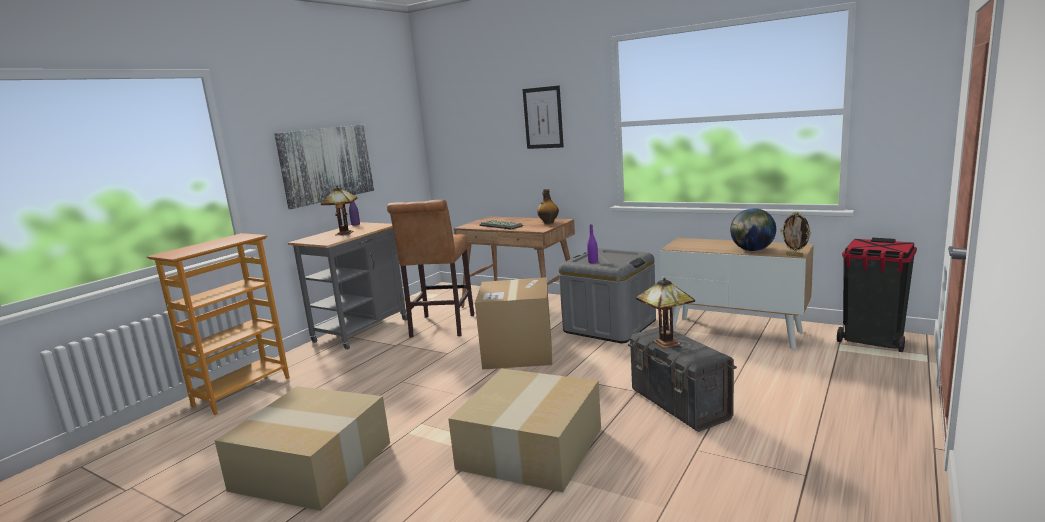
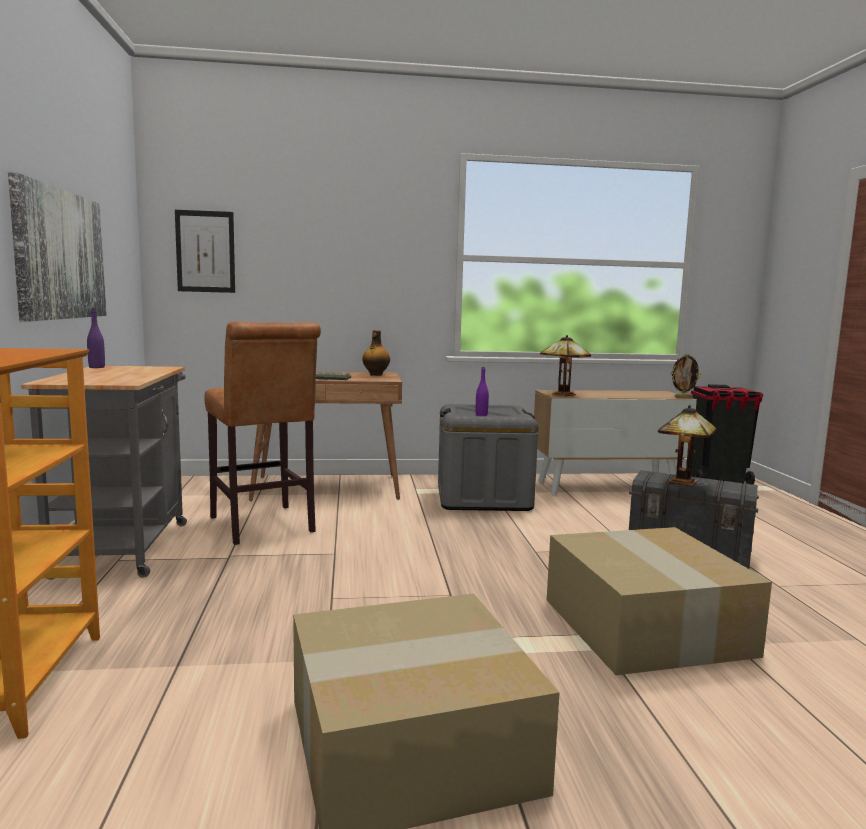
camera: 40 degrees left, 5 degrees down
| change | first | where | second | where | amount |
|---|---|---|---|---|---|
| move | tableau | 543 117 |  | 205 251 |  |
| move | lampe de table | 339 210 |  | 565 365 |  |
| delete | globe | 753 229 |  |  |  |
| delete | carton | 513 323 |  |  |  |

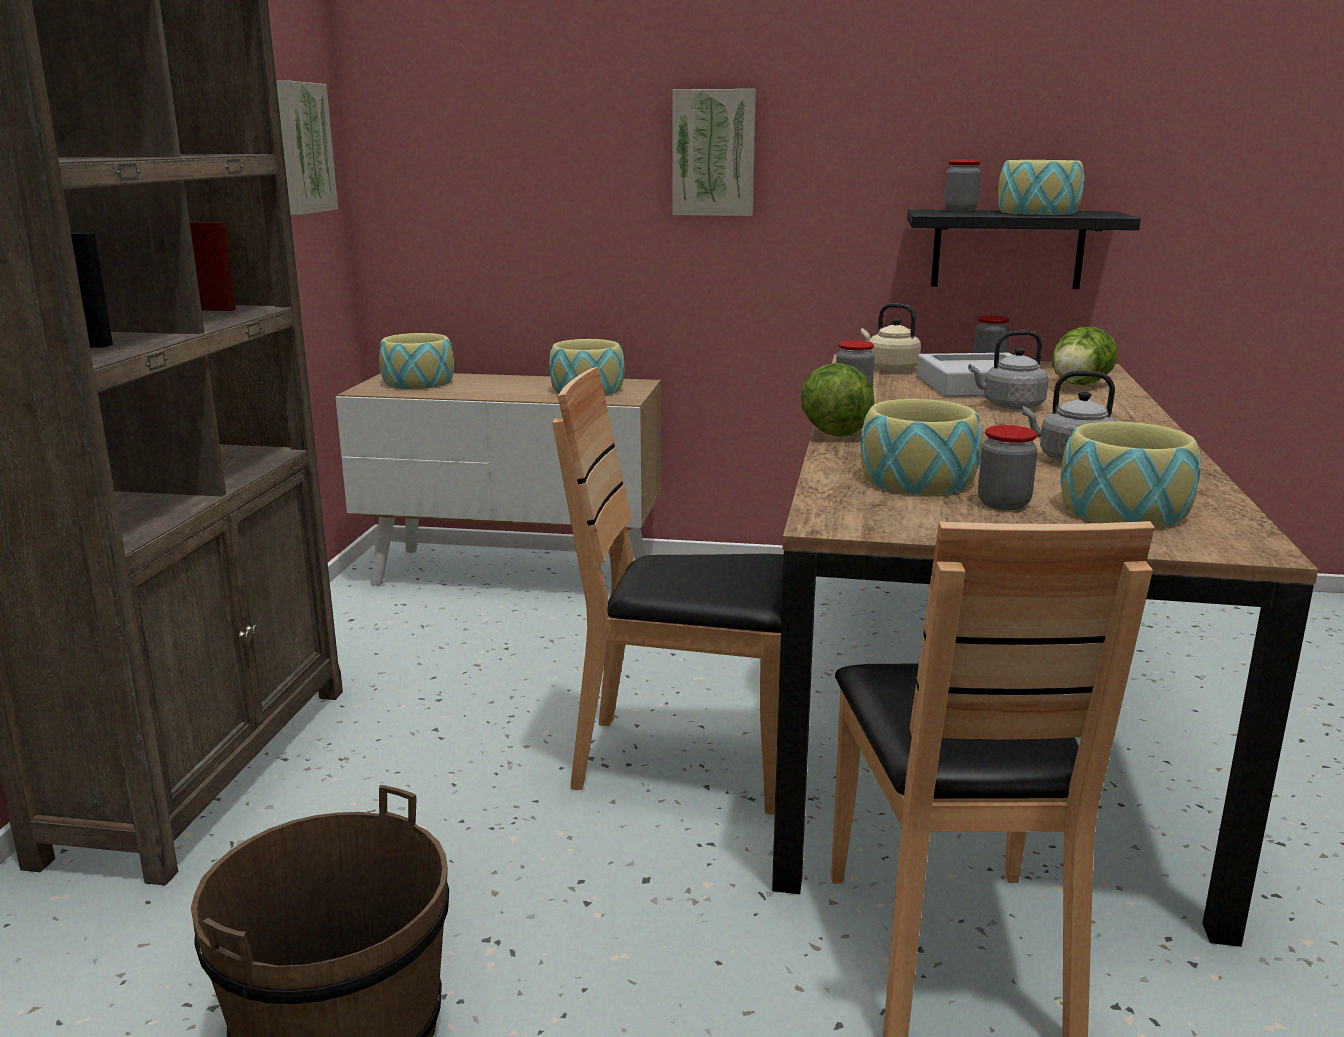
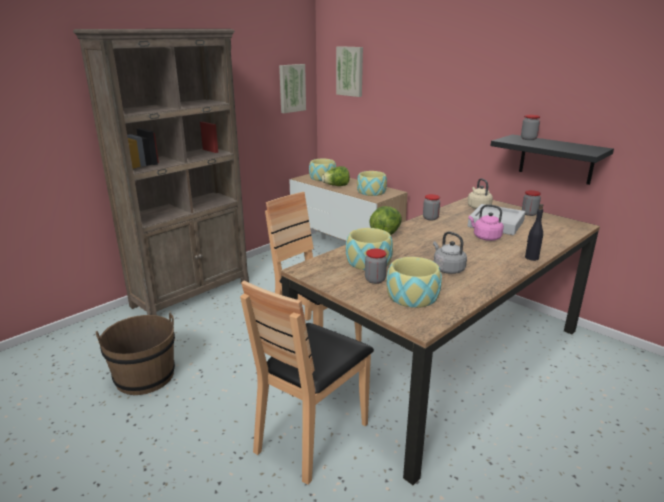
camera: 35 degrees right, 5 degrees up
| change | first | where | second | where | amount |
|---|---|---|---|---|---|
| move | tableau | 714 152 |  | 349 71 |  |
| delete | bol | 1041 187 |  |  |  |
| move | laitue | 1084 356 |  | 335 176 |  |
| recolor | bouilloire/gris | 1008 370 | bouilloire/rose | 486 222 |  |
| insert |  |  | bouteille/noir | 534 232 |  |

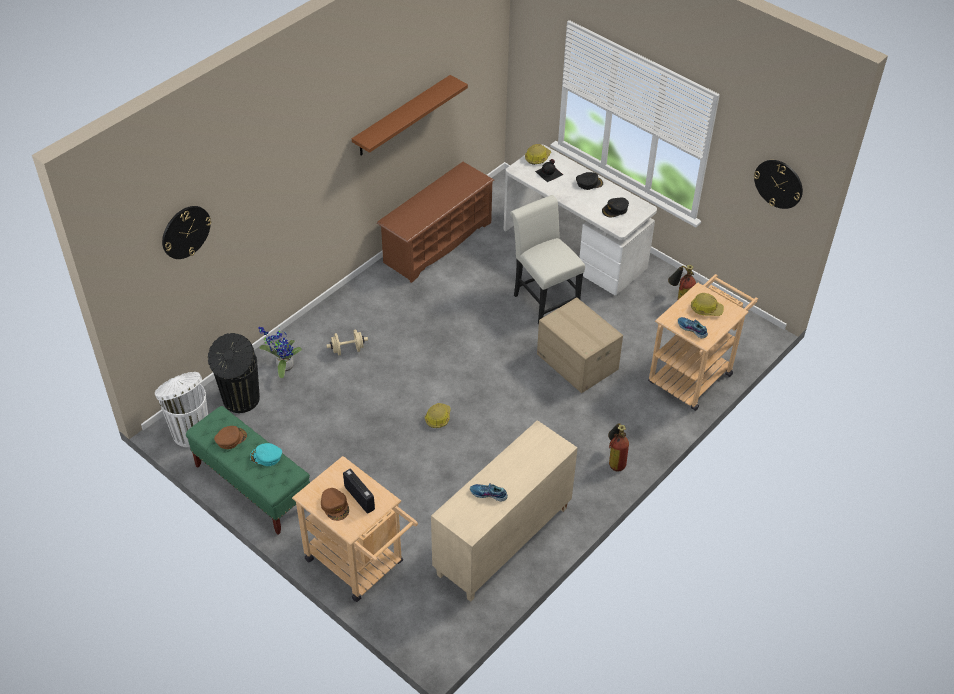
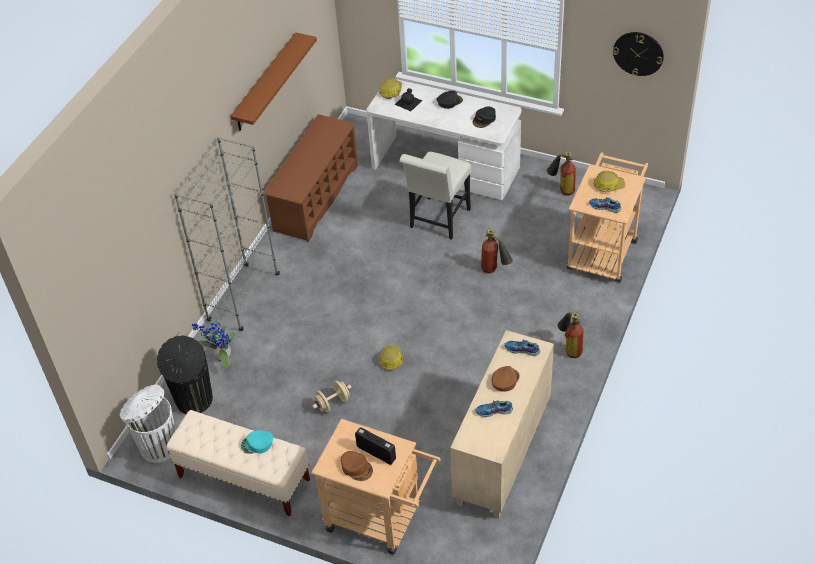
camera: 15 degrees left, 0 degrees up
| change | first | where | second | where | amount |
|---|---|---|---|---|---|
| rotate | chaise/blanc | 547 259 |  | 435 196 | 105 degrees counterclockwise |
| delete | horloge murale | 186 232 |  |  |  |
| replace | carton | 580 345 | extincteur | 497 251 |  |
| move | haltère/beige | 347 342 |  | 332 397 |  |
| recolor | banc/vert | 248 470 | banc/beige | 238 463 |  |
| move | casquette/marron | 230 437 |  | 506 379 |  |
| insert |  |  | bibliothèque/gris | 227 234 |  |
| insert |  |  | chaussure | 522 347 |  |

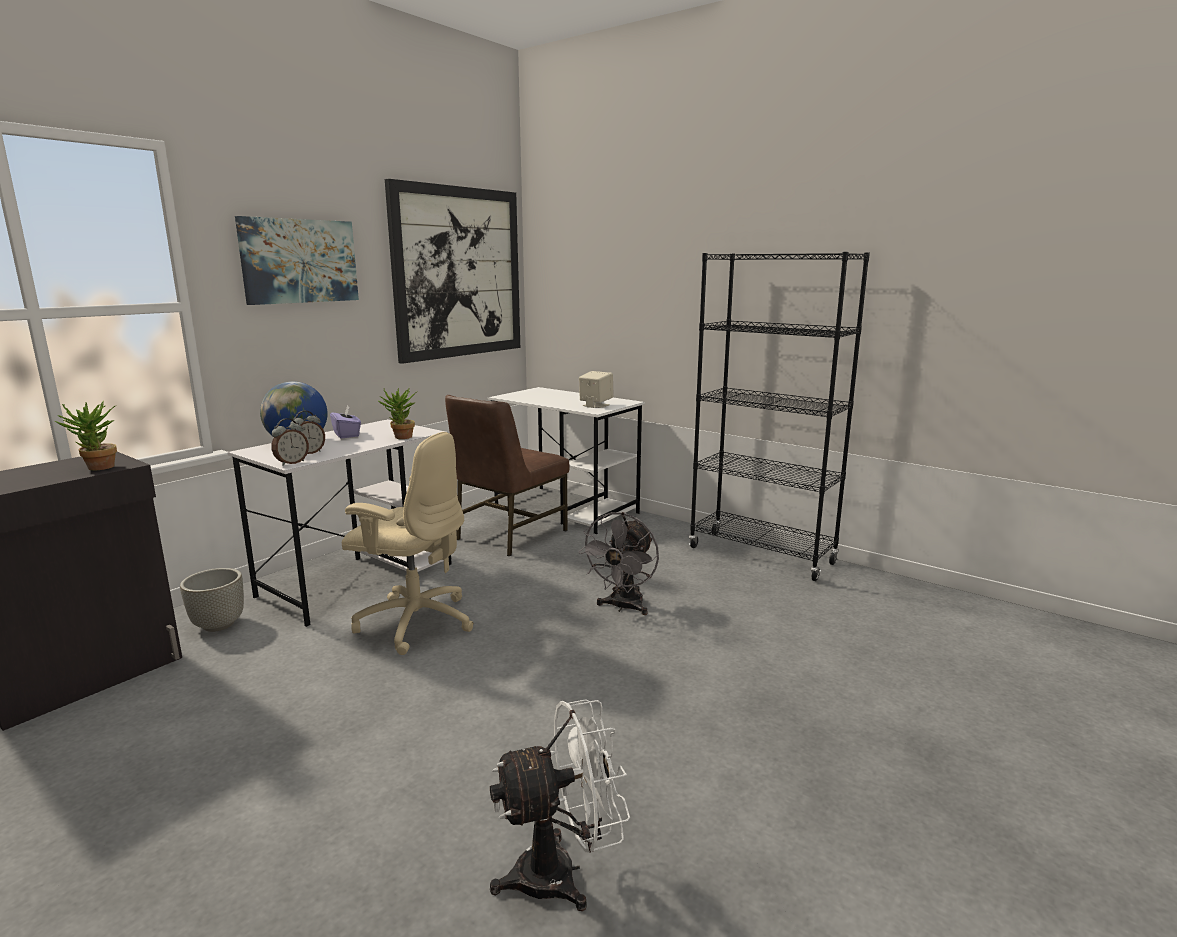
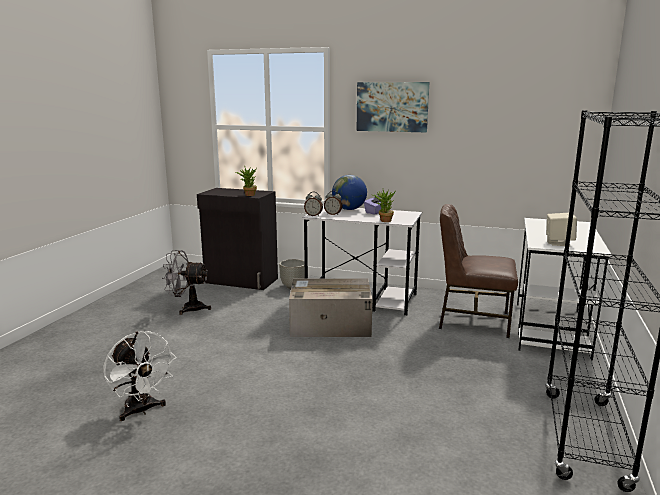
camera: 70 degrees right, 0 degrees up
| change | first | where | second | where | amount |
|---|---|---|---|---|---|
| delete | tableau | 452 271 |  |  |  |
| replace | chaise de bureau/beige | 408 543 | carton | 330 307 |  |
| move | ventilateur/gris | 619 563 |  | 186 282 |  |

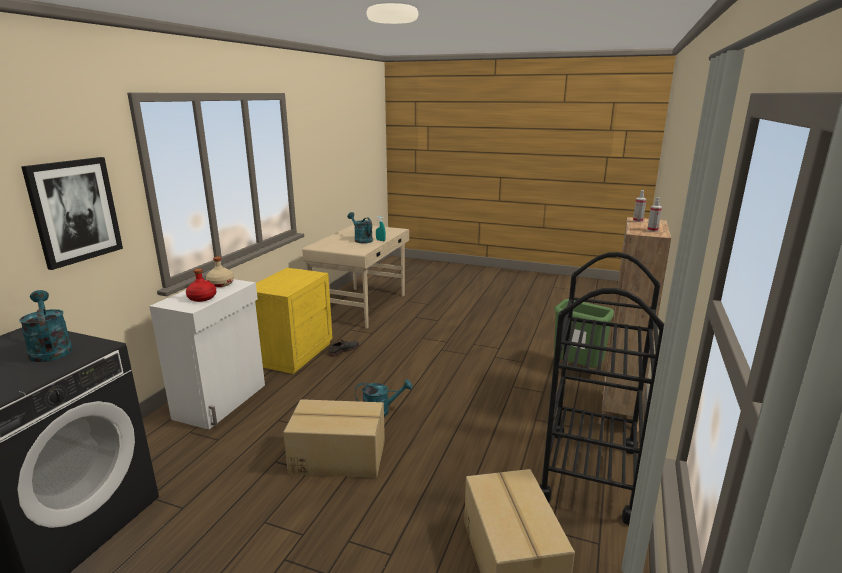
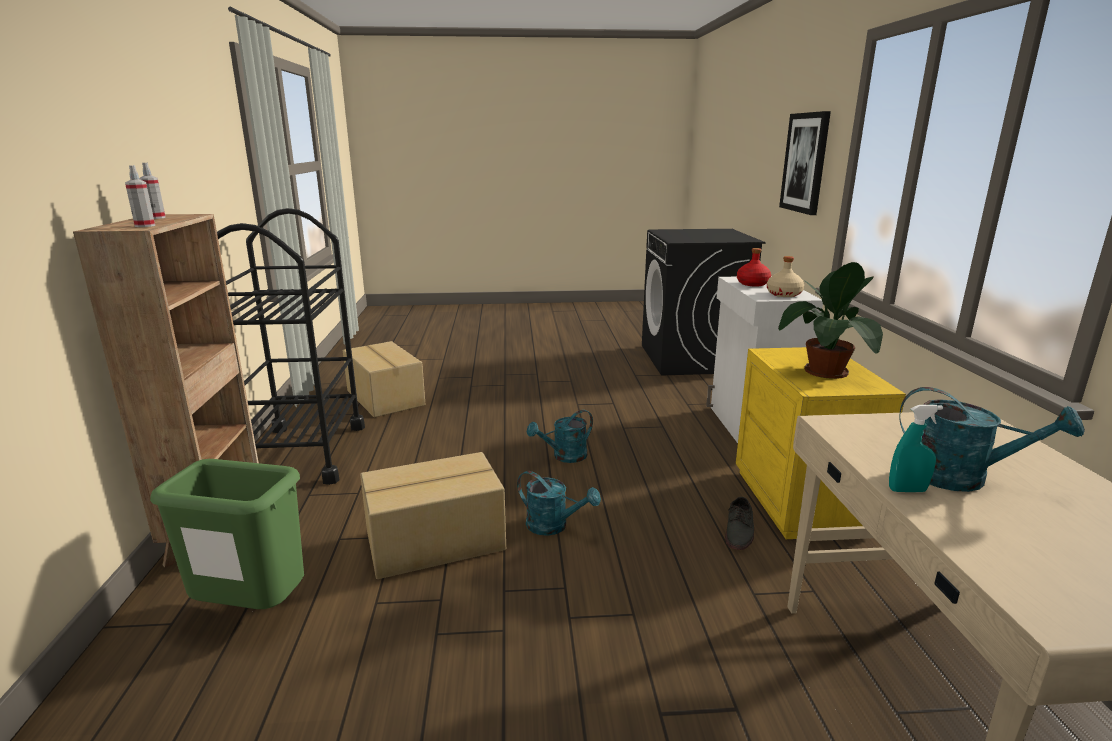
camera: 155 degrees right, 0 degrees up
| change | first | where | second | where | amount |
|---|---|---|---|---|---|
| move | arrosoir/turquoise | 46 326 |  | 559 503 |  |
| move | carton | 334 438 |  | 433 515 |  |
| insert |  |  | plante en pot | 830 320 |  |

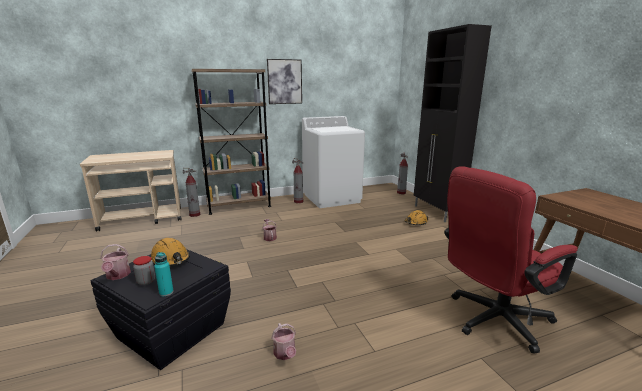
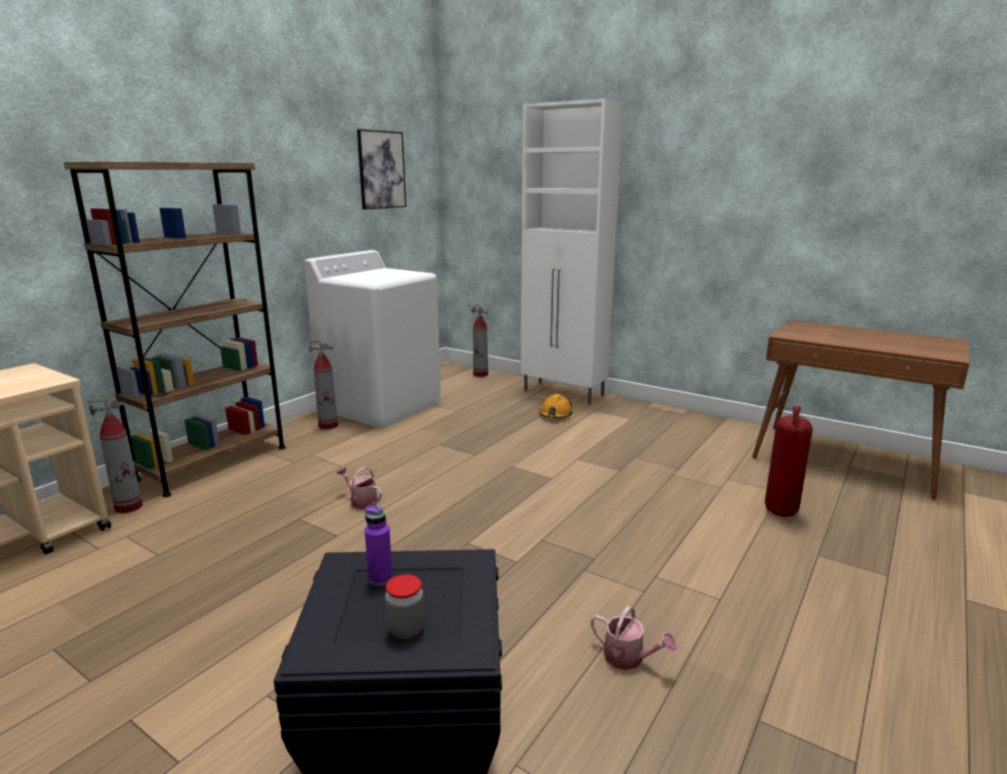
camera: 35 degrees left, 0 degrees up
| change | first | where | second | where | amount |
|---|---|---|---|---|---|
| recolor | meuble de rangement/noir | 453 123 | meuble de rangement/blanc | 572 252 |  |
| move | tableau | 284 81 |  | 381 169 |  |
| replace | chaise de bureau/rouge | 511 260 | extincteur | 789 461 |  |
| replace | casque de chantier/orange | 170 252 | bouteille/violet | 379 545 |  |
| delete | arrosoir | 115 262 |  |  |  |
| delete | bouteille/turquoise | 164 274 |  |  |  |

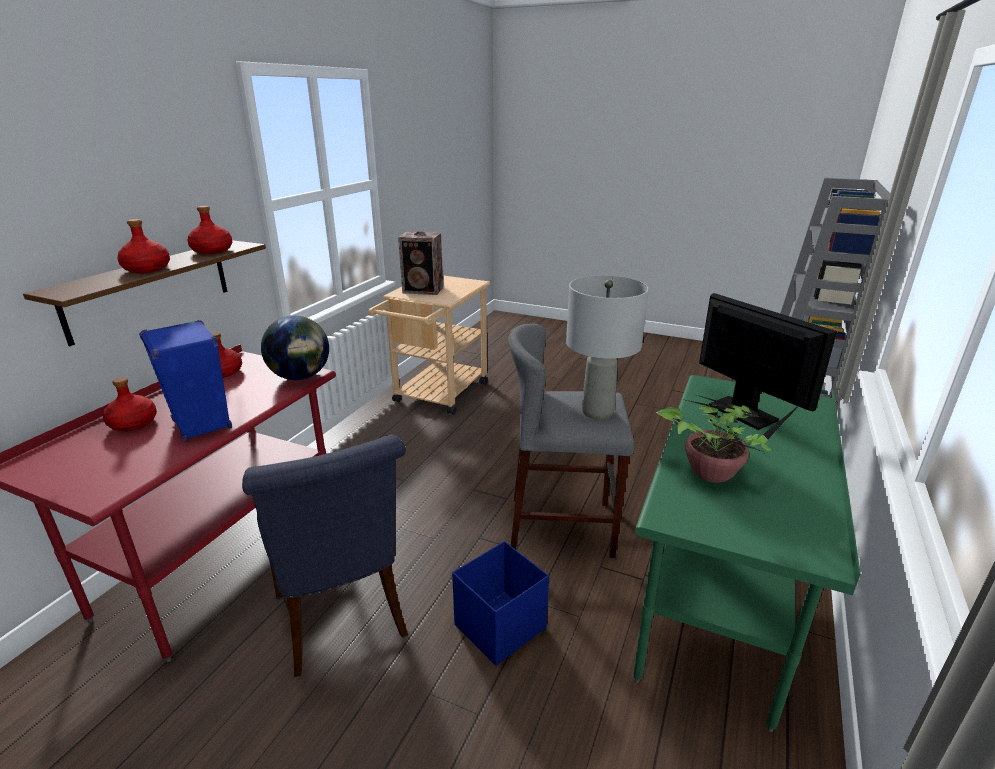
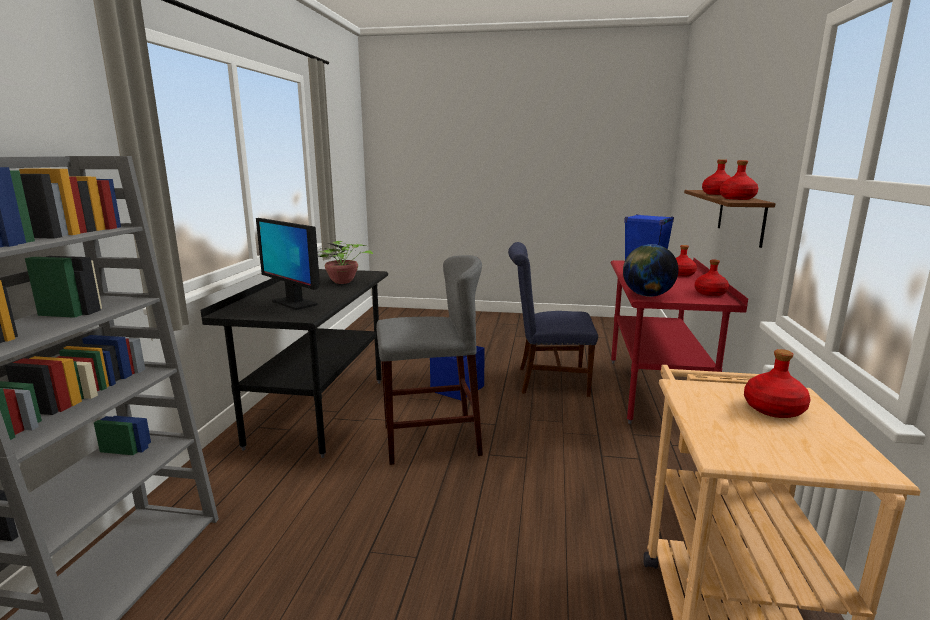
camera: 165 degrees right, 10 degrees down
| change | first | where | second | where | amount |
|---|---|---|---|---|---|
| replace | enceinte | 420 263 | bouteille/rouge | 777 383 |  |
| delete | lampe de table/gris | 607 347 |  |  |  |
| recolor | bureau/vert | 747 553 | bureau/noir | 294 363 |  |
| rotate | chaise/bleu | 325 556 |  | 553 319 | 45 degrees counterclockwise |

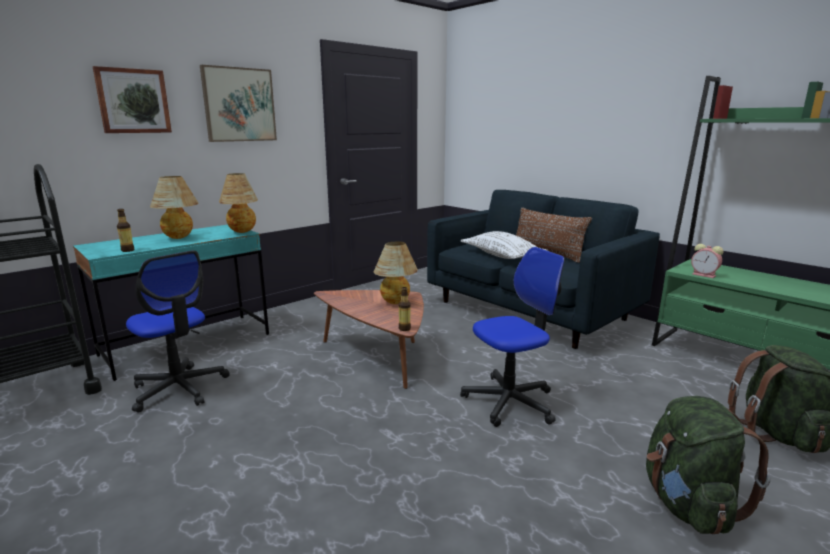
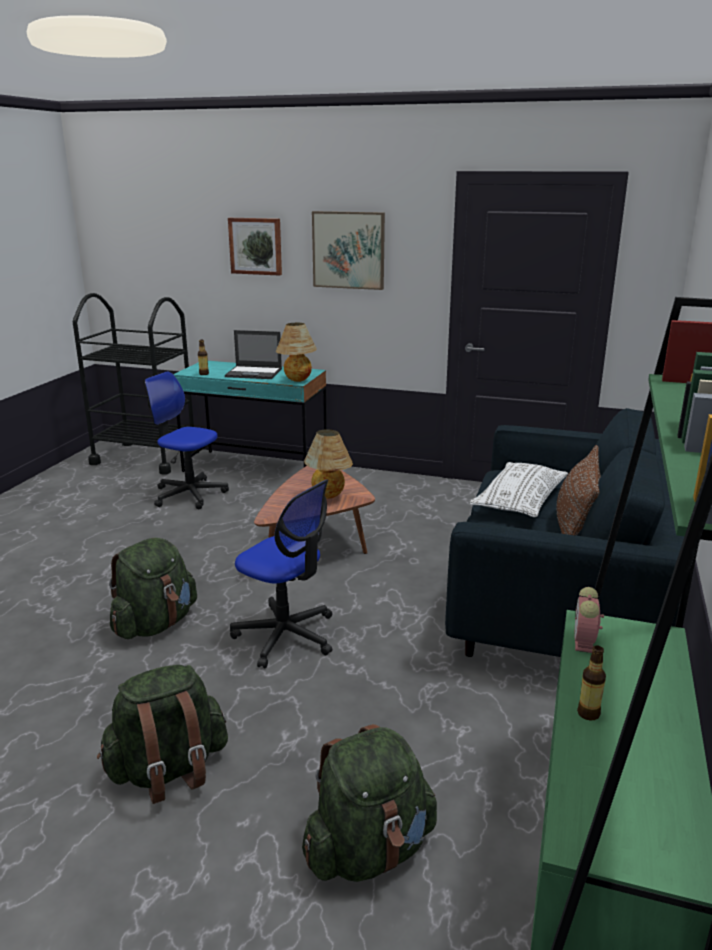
camera: 60 degrees right, 5 degrees up
| change | first | where | second | where | amount |
|---|---|---|---|---|---|
| replace | lampe de table | 174 207 | ordinateur portable | 253 354 |  |
| rotate | chaise de bureau | 178 331 |  | 187 440 | 105 degrees clockwise |
| move | bouteille | 405 309 |  | 591 683 |  |
| insert |  |  | sac à dos/vert | 153 588 |  |

